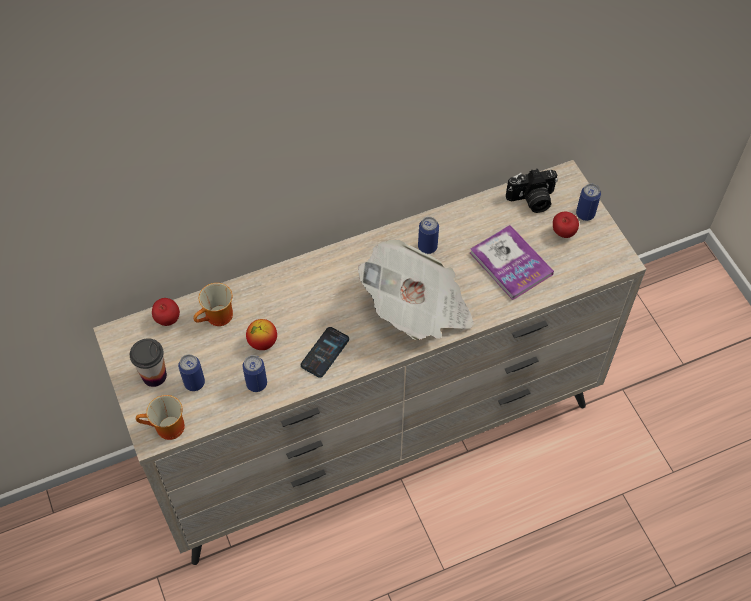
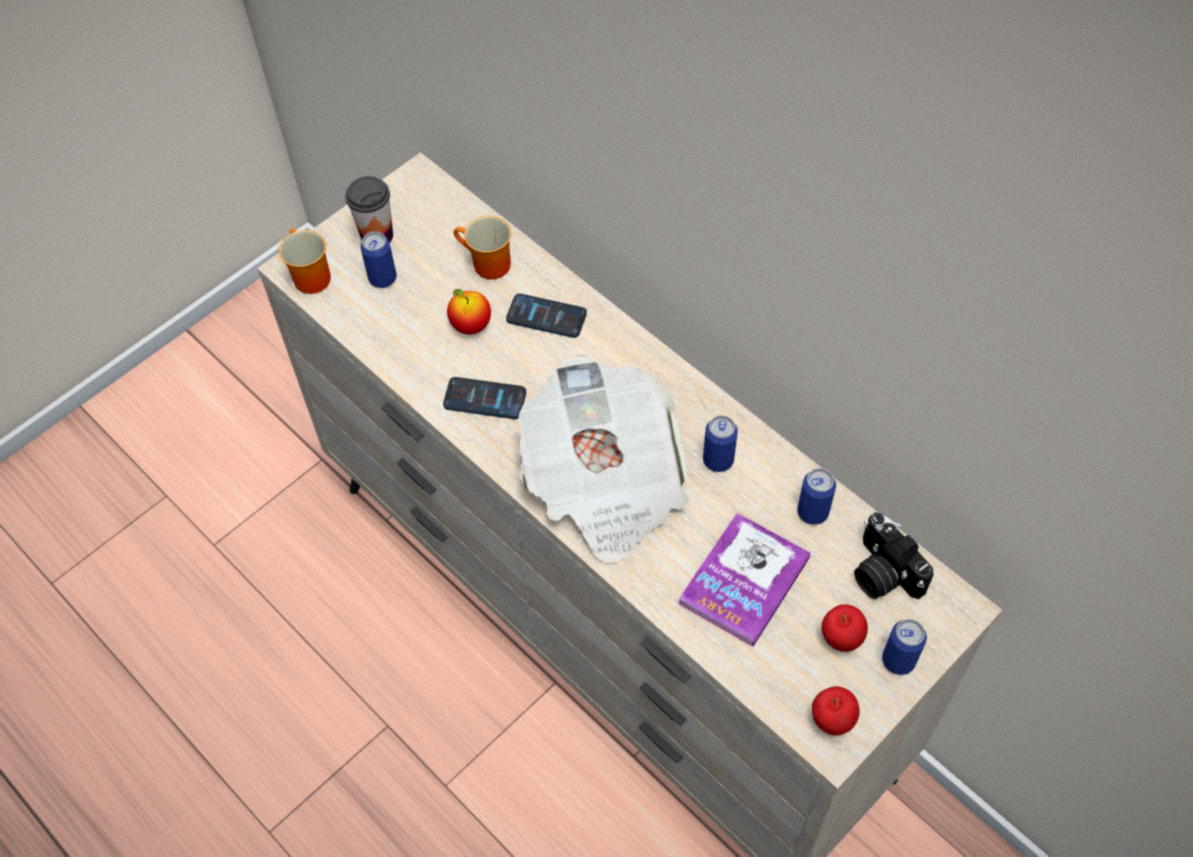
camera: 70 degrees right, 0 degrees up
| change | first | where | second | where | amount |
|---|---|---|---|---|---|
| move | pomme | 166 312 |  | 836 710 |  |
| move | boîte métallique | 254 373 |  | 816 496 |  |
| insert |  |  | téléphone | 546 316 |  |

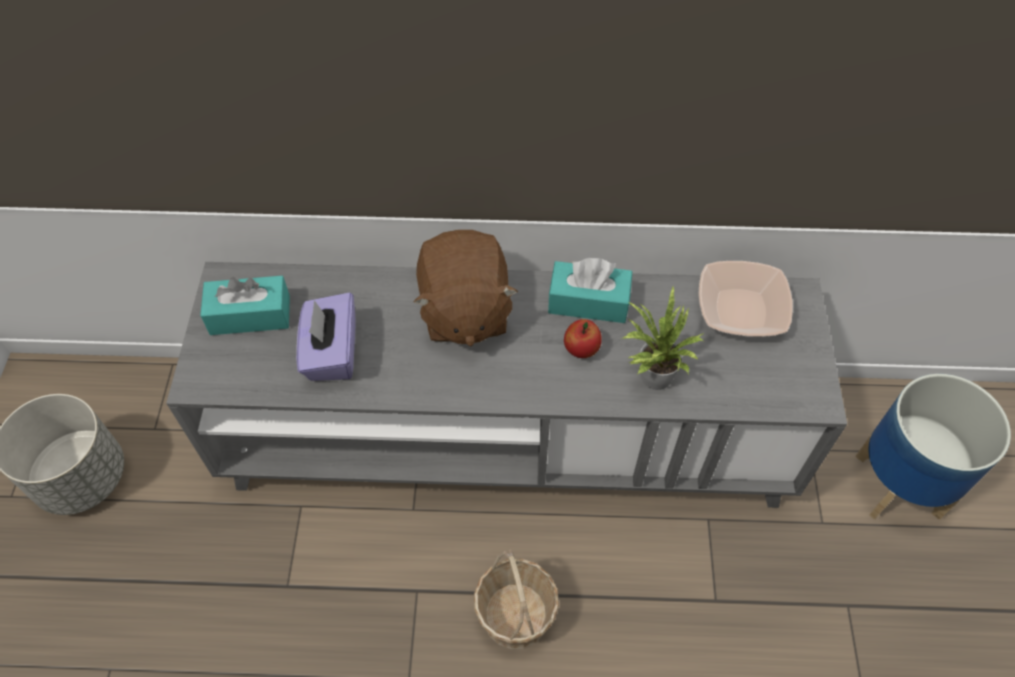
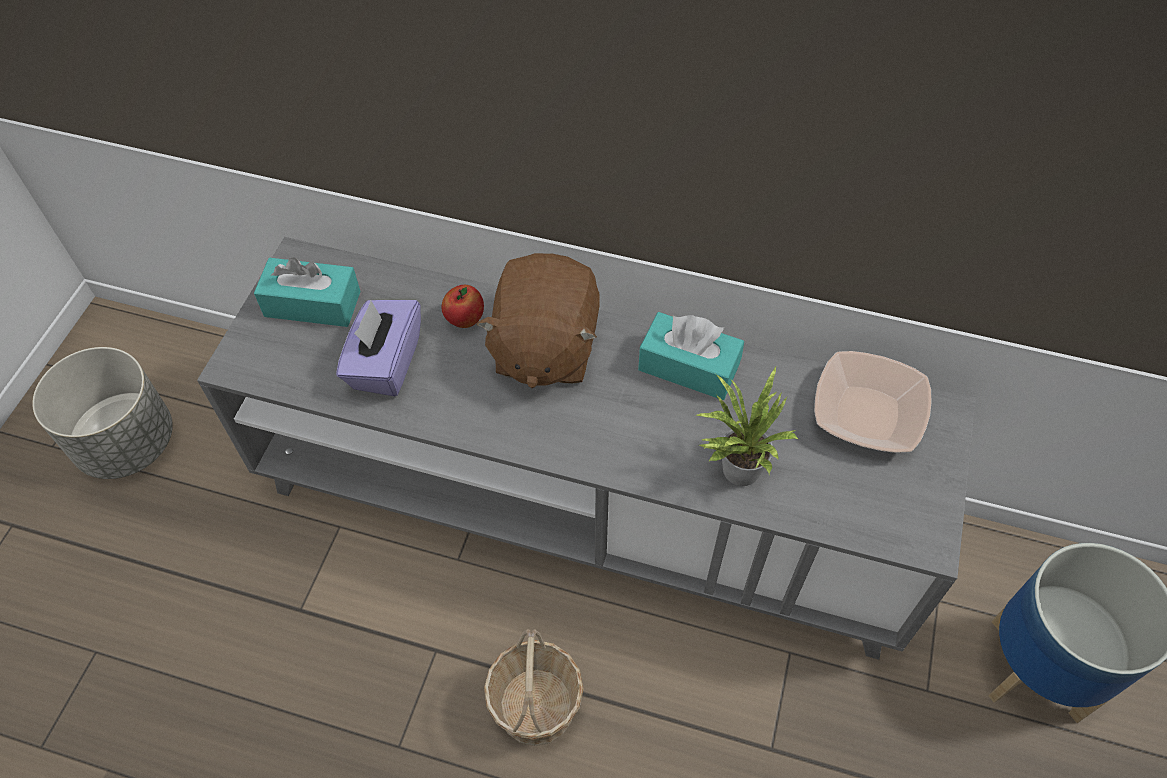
camera: 15 degrees right, 0 degrees up
| change | first | where | second | where | amount |
|---|---|---|---|---|---|
| move | pomme | 583 338 |  | 463 306 |  |

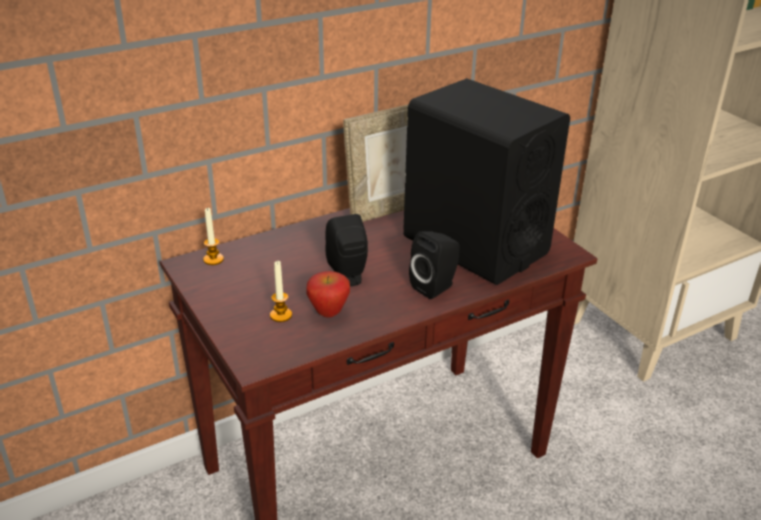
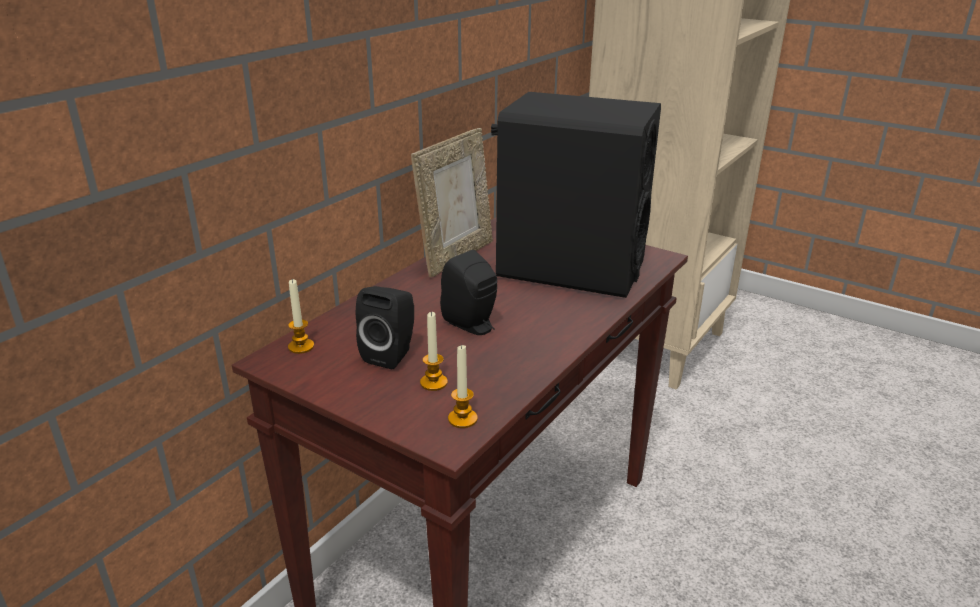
camera: 25 degrees left, 5 degrees down
| change | first | where | second | where | amount |
|---|---|---|---|---|---|
| move | enceinte/noir | 434 265 |  | 385 327 |  |
| delete | pomme | 328 294 |  |  |  |
| insert |  |  | bougie | 463 386 |  |

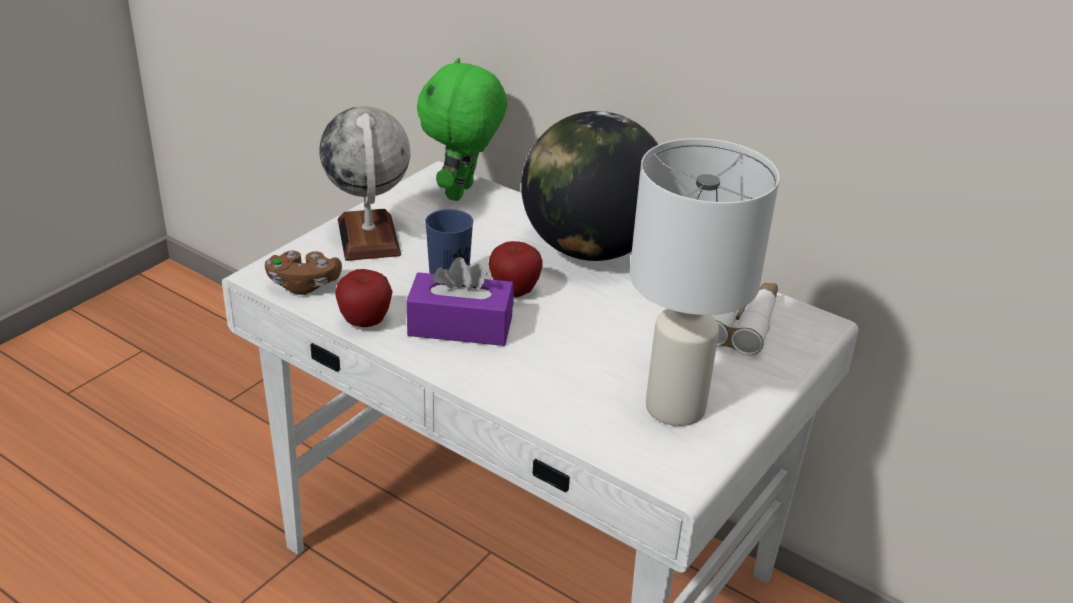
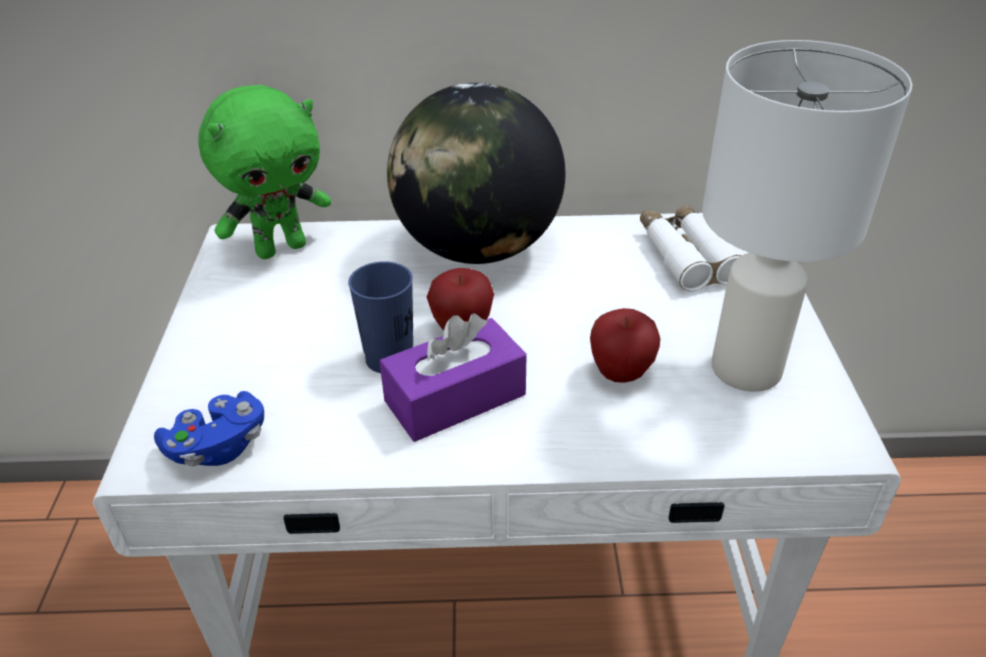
camera: 35 degrees left, 5 degrees up
| change | first | where | second | where | amount |
|---|---|---|---|---|---|
| rotate | peluche/vert | 462 129 |  | 264 172 | 105 degrees counterclockwise |
| delete | globe | 365 183 |  |  |  |
| recolor | manette/marron | 303 273 | manette/bleu | 209 429 |  |
| move | pomme | 364 298 |  | 625 345 |  |

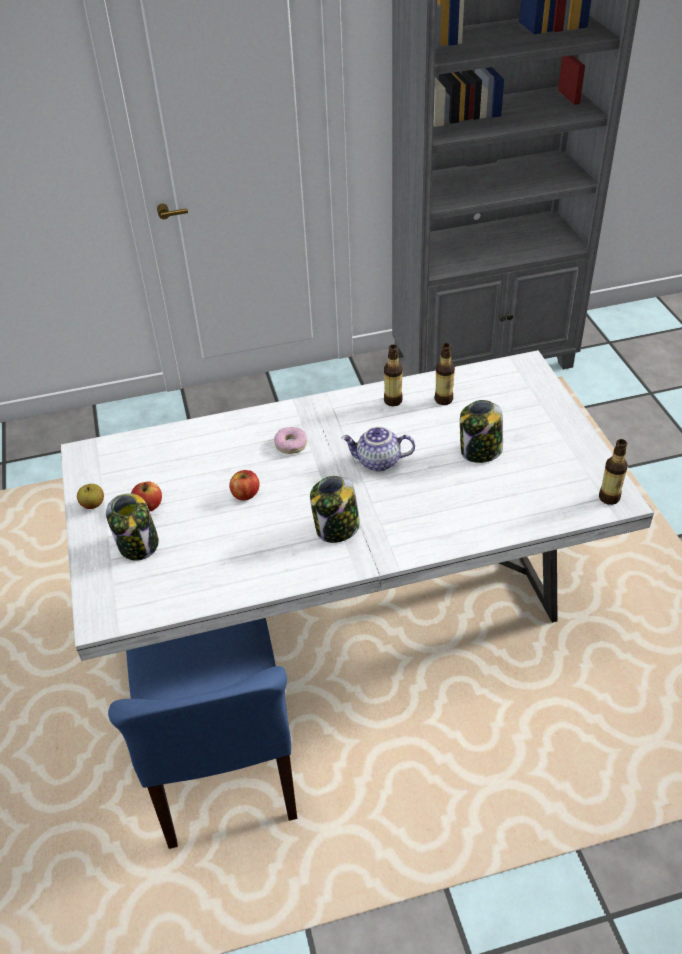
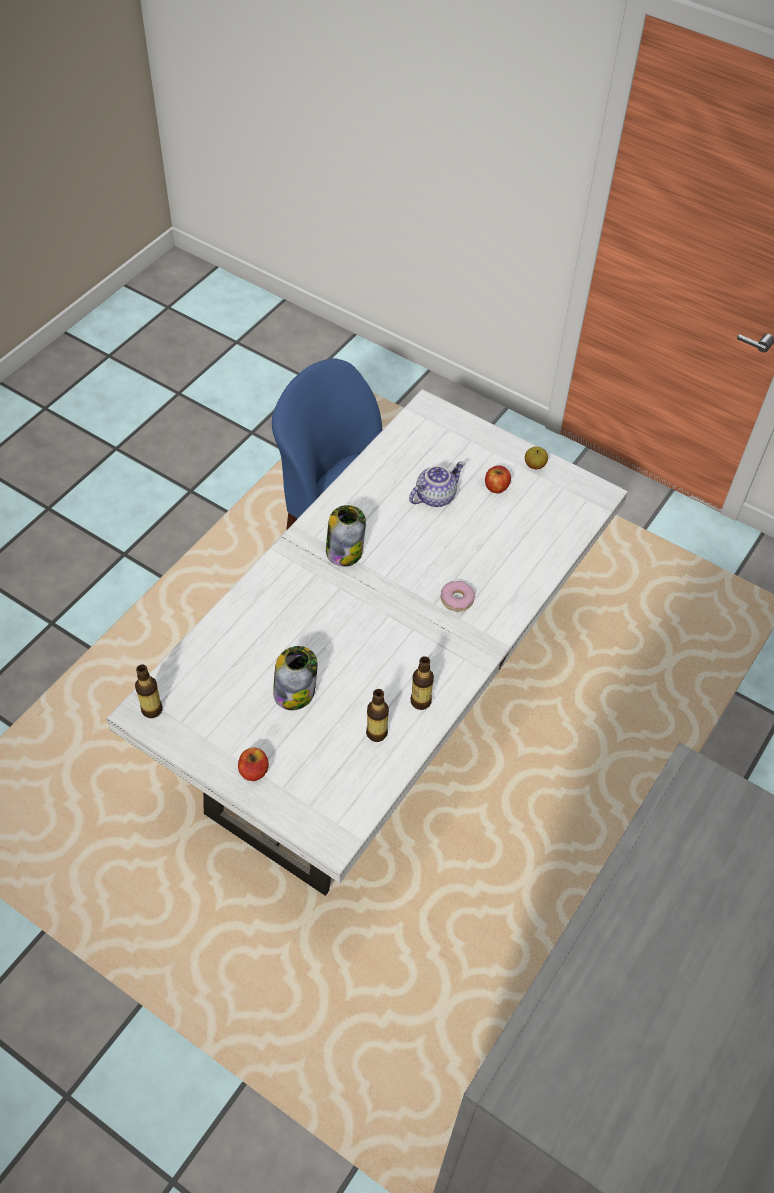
camera: 135 degrees right, 10 degrees up
| change | first | where | second | where | amount |
|---|---|---|---|---|---|
| move | théière | 378 449 |  | 437 484 |  |
| move | pomme | 244 485 |  | 253 764 |  |
| delete | bocal | 132 526 |  |  |  |

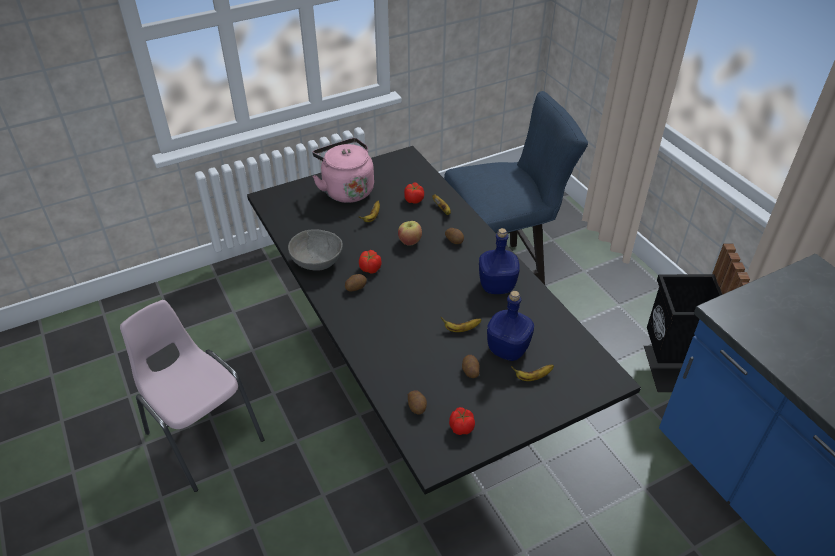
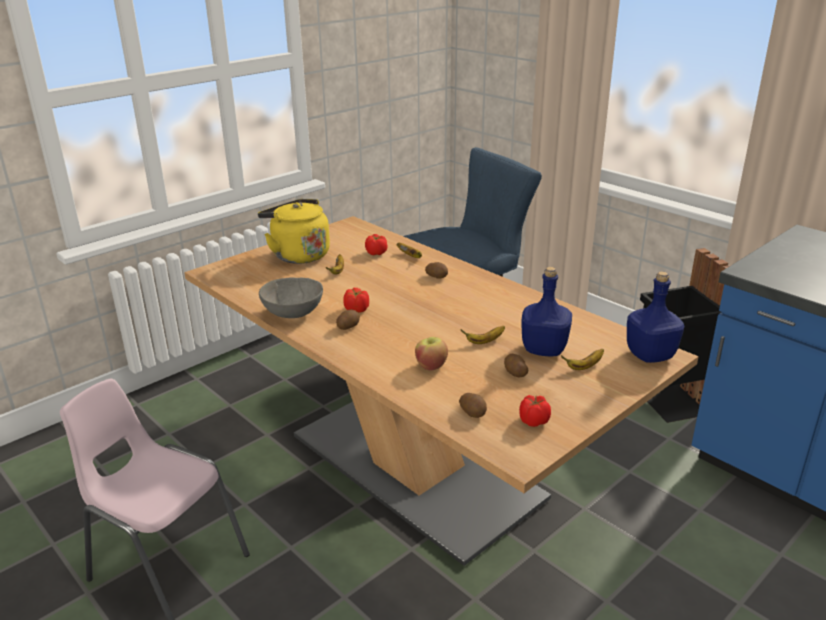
camera: 15 degrees left, 15 degrees down
| change | first | where | second | where | amount |
|---|---|---|---|---|---|
| recolor | bouilloire/rose | 343 170 | bouilloire/jaune | 294 231 |  |
| recolor | table à manger/noir | 444 320 | table à manger/beige | 441 391 |  |
| move | pomme | 410 233 |  | 431 353 |  |
| move | bouteille/bleu | 499 261 |  | 655 317 |  |

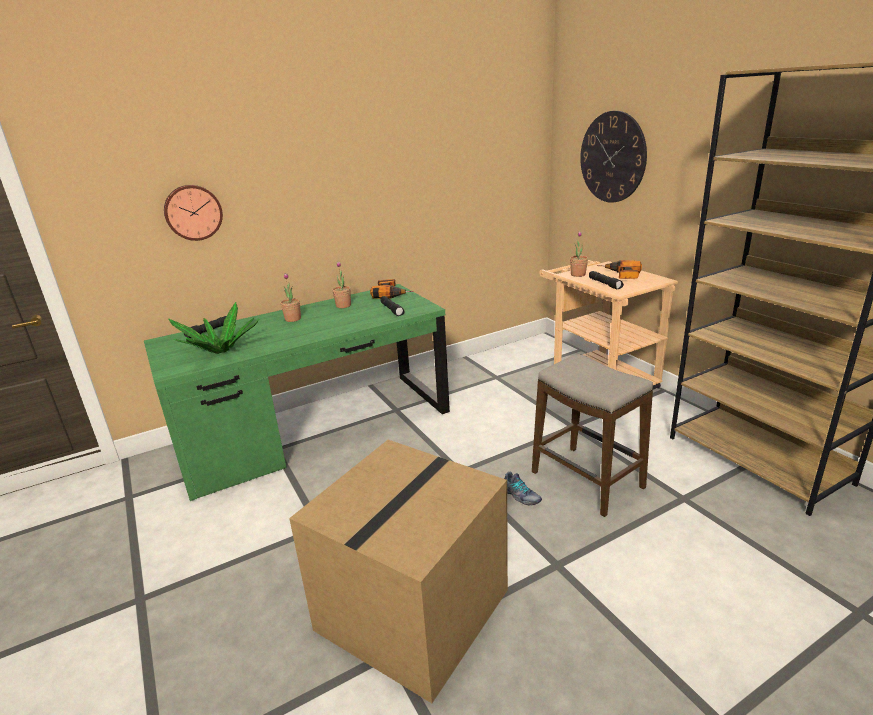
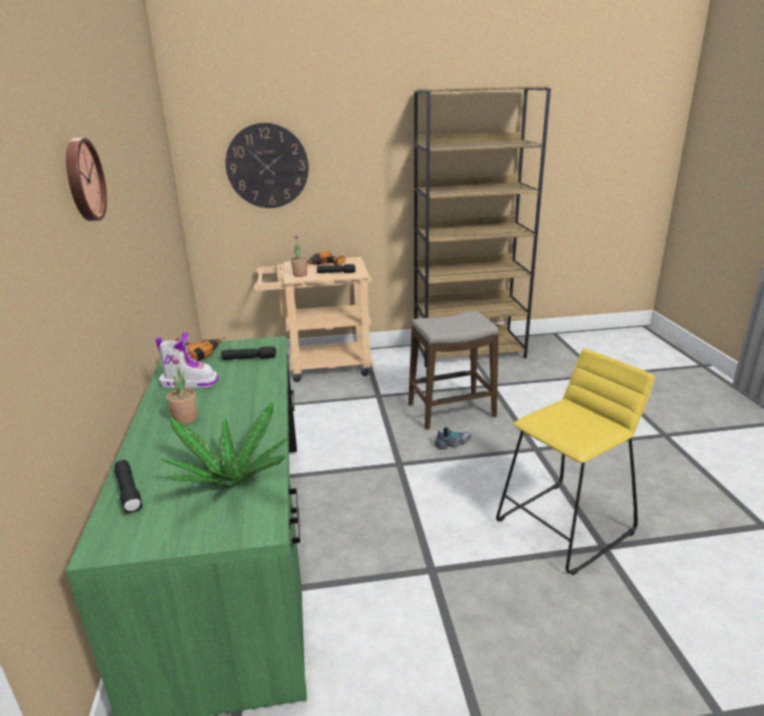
camera: 70 degrees left, 0 degrees up
| change | first | where | second | where | amount |
|---|---|---|---|---|---|
| move | horloge murale | 193 213 |  | 86 179 |  |
| replace | plante en pot | 341 285 | botte | 187 360 |  |
| replace | carton | 398 571 | tabouret/jaune | 575 462 |  |

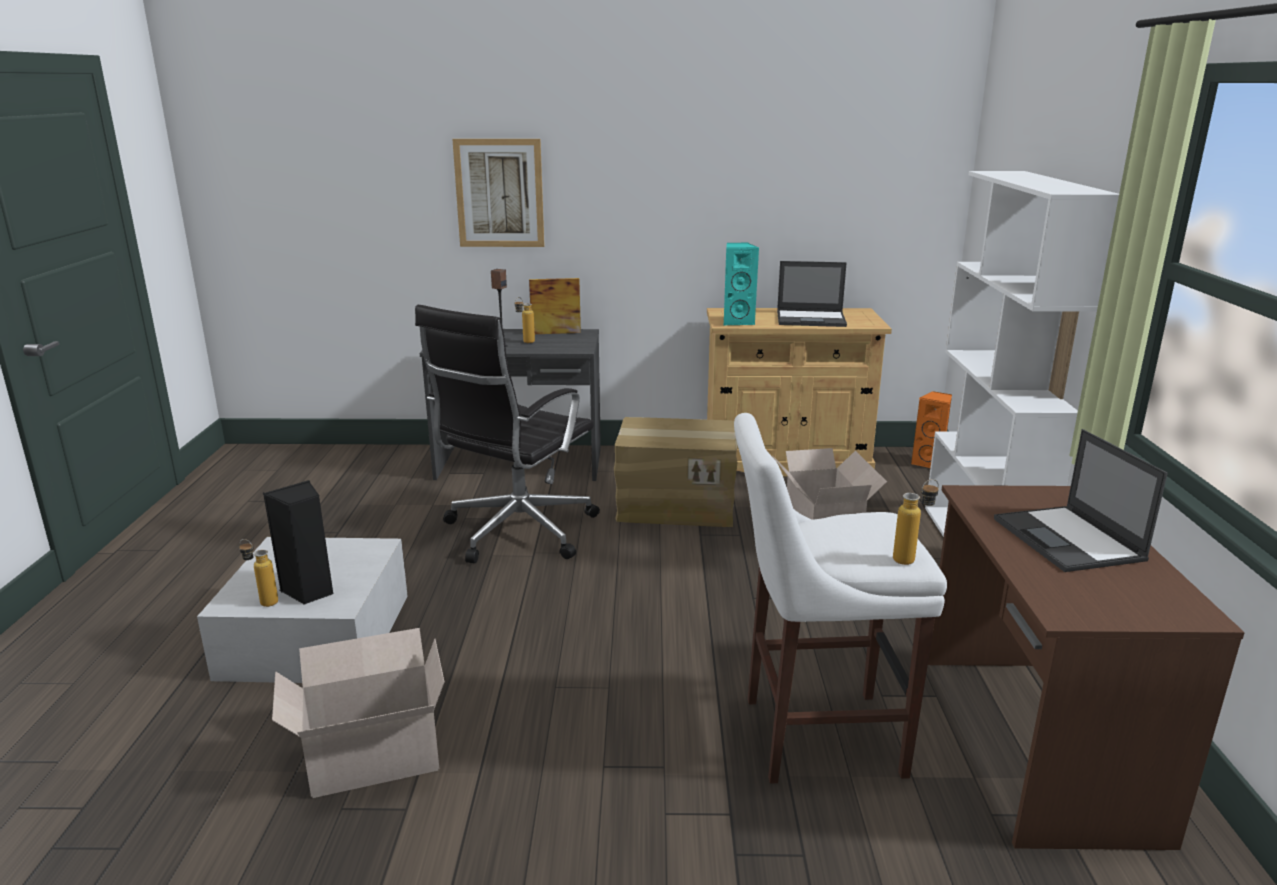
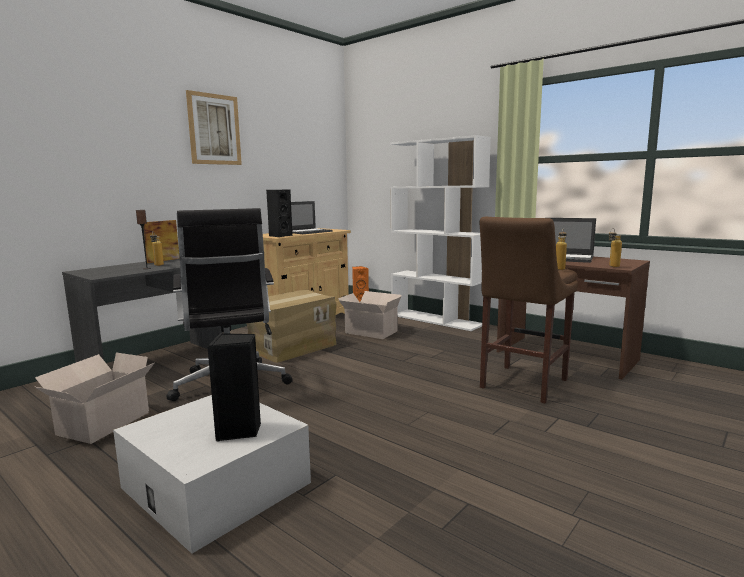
camera: 50 degrees left, 10 degrees down
| change | first | where | second | where | amount |
|---|---|---|---|---|---|
| move | tableau | 498 193 |  | 214 127 |  |
| recolor | enceinte/turquoise | 741 284 | enceinte/noir | 279 213 |  |
| recolor | tabouret/blanc | 840 598 | tabouret/marron | 529 310 |  |
| move | bouteille | 258 573 |  | 615 247 |  |
| move | carton | 358 713 |  | 94 398 |  |

